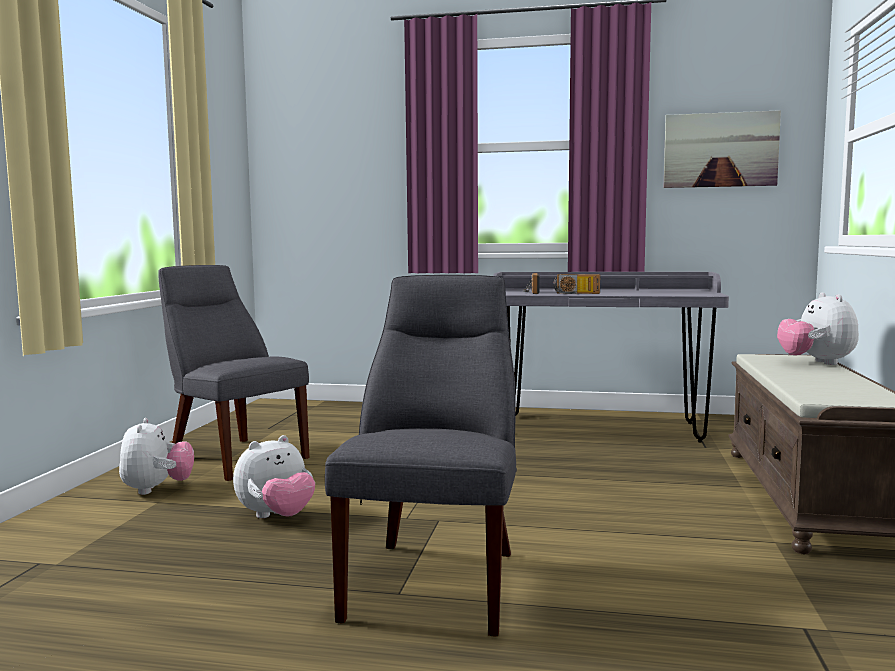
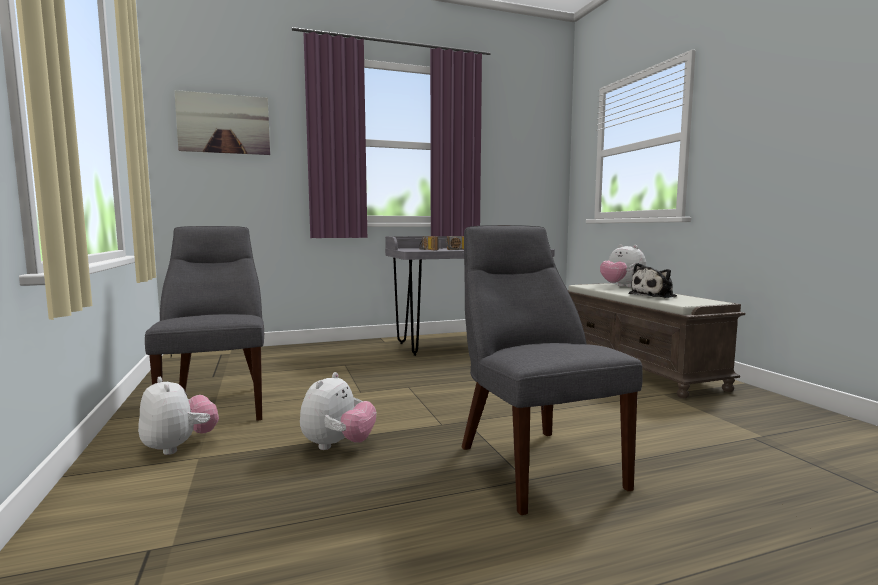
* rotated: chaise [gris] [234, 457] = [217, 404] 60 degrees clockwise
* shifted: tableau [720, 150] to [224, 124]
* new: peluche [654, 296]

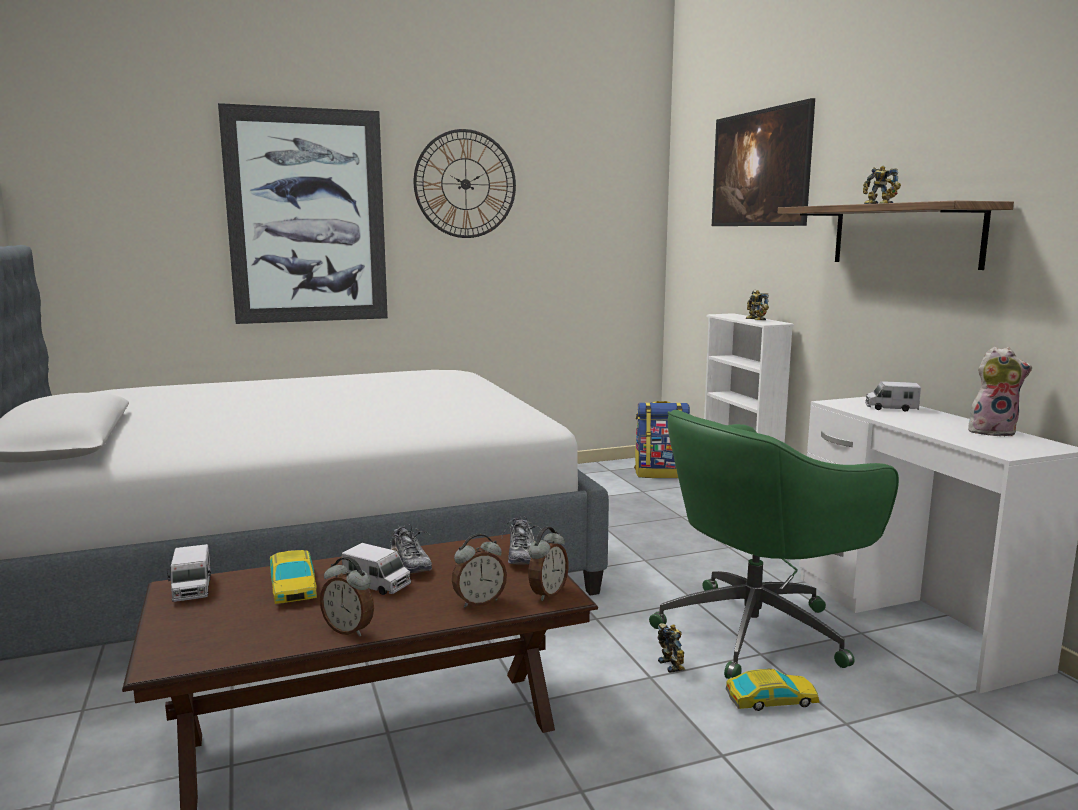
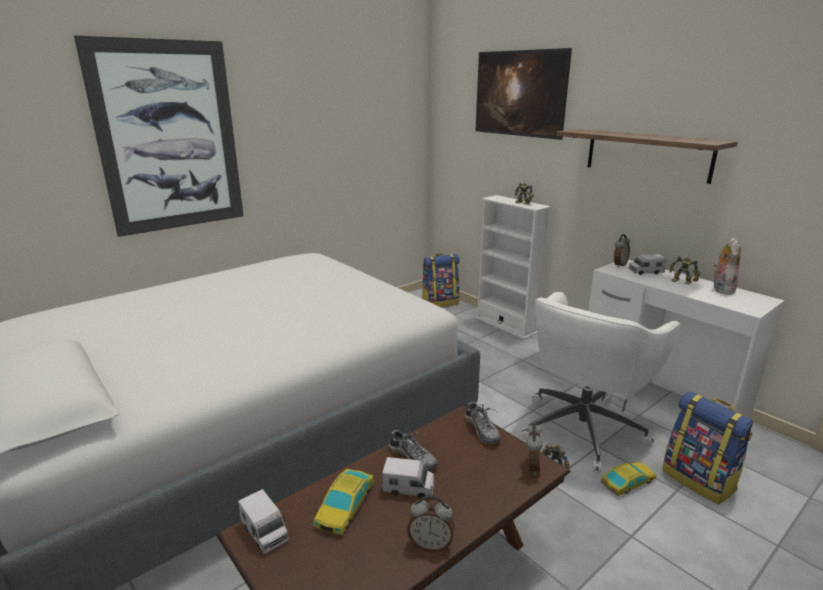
* rotated: petite voiture [293, 586] = [345, 506] 60 degrees clockwise
* repainted: chaise de bureau [vert] [757, 630] to chaise de bureau [blanc] [583, 427]
* shifted: réveil [479, 602] to [619, 265]
* new: sac à dos [699, 480]
* shifted: robot jouet [877, 204] to [681, 282]
* rotated: peluche [992, 431] = [721, 289] 60 degrees counterclockwise
* gone: horloge murale [465, 184]

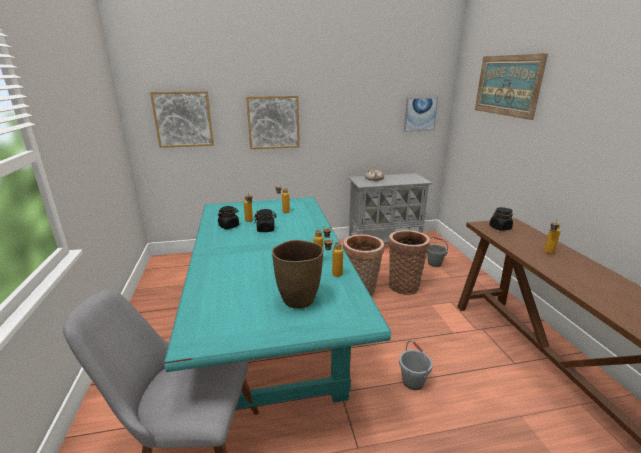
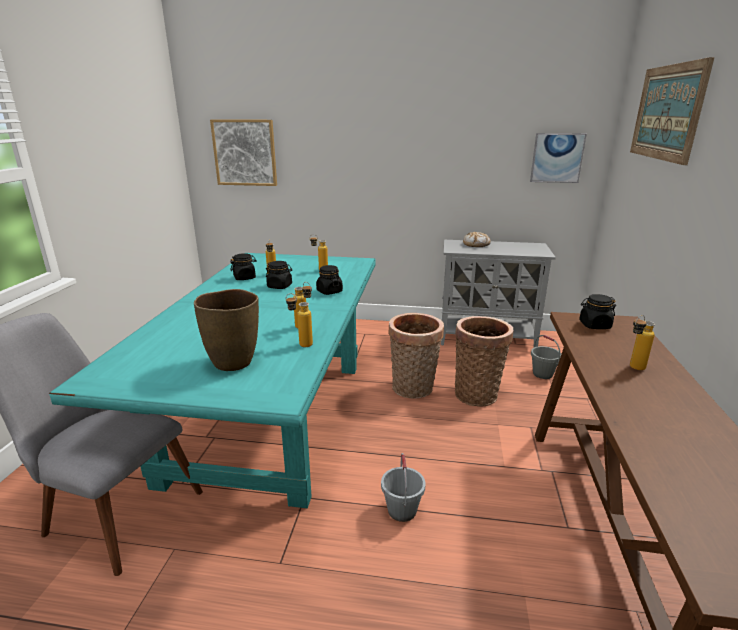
* new: bocal [noir] [329, 291]
* gone: tableau [273, 122]

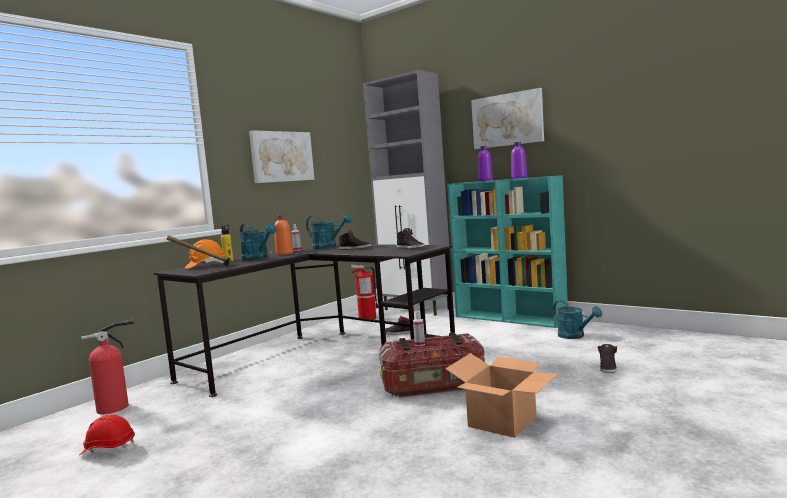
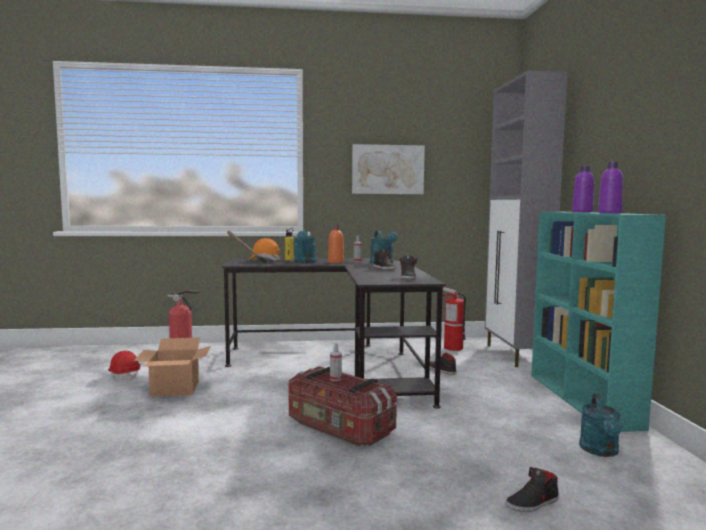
* shifted: carton [502, 421] to [176, 388]
* gone: tableau [507, 120]

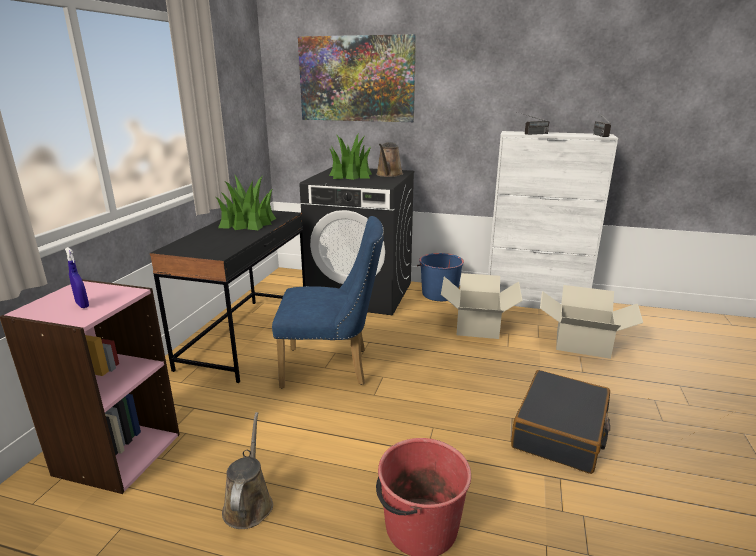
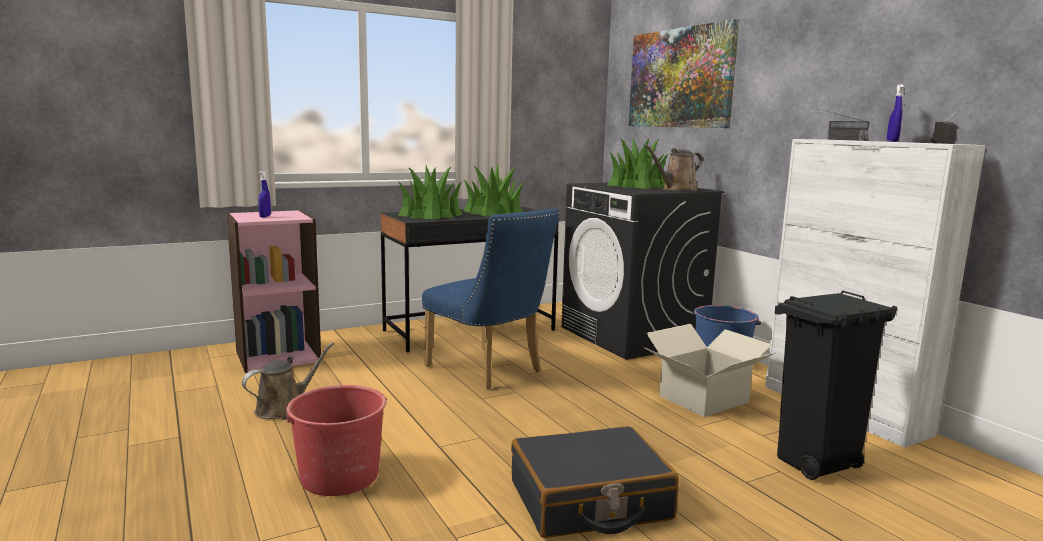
* new: plante en pot [430, 215]
* swapped: carton [582, 344] to poubelle [noir] [815, 465]
* new: vaporisateur [bleu] [892, 141]

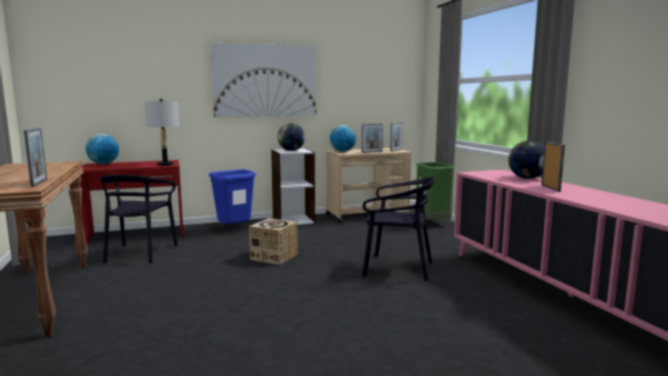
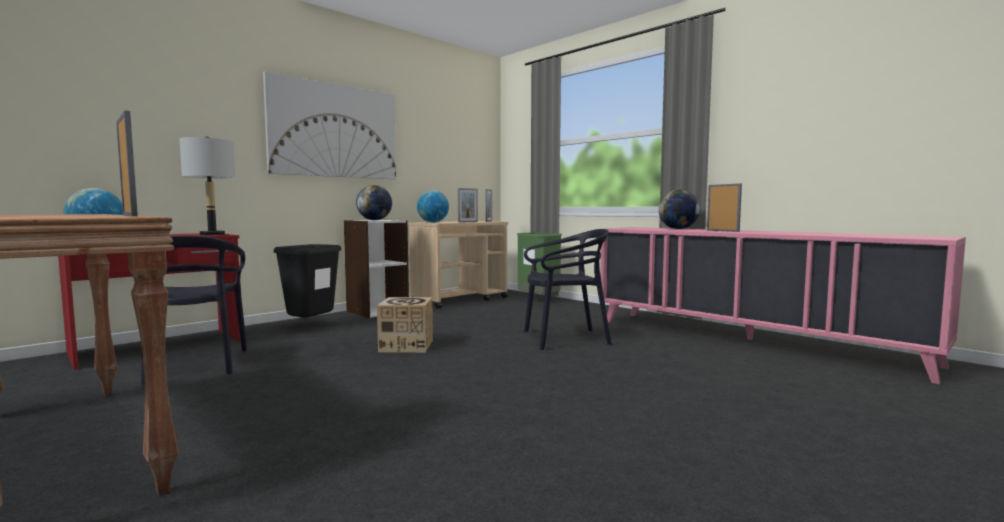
* repainted: poubelle [bleu] [235, 230] to poubelle [noir] [311, 327]

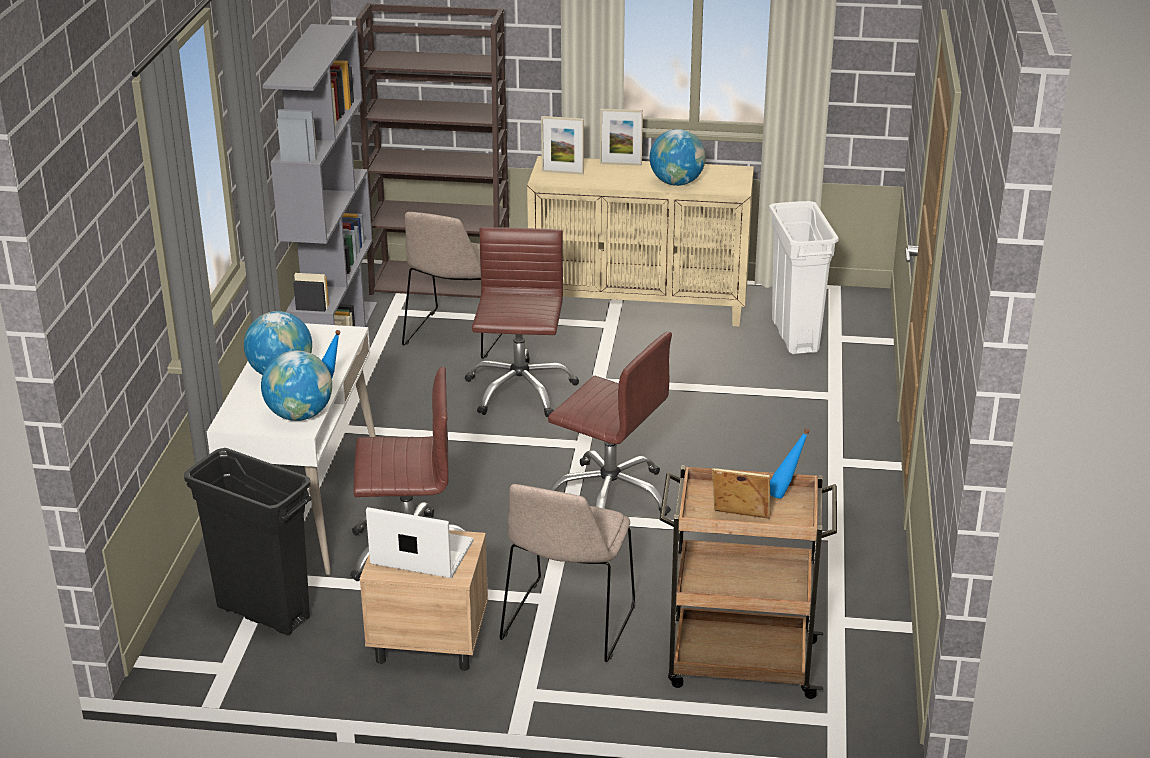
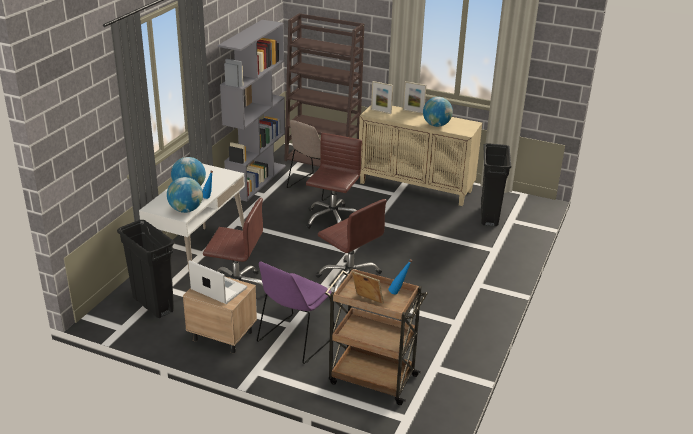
* repainted: chaise [beige] [567, 625] to chaise [violet] [294, 341]
* repainted: poubelle [blanc] [795, 336] to poubelle [noir] [489, 216]

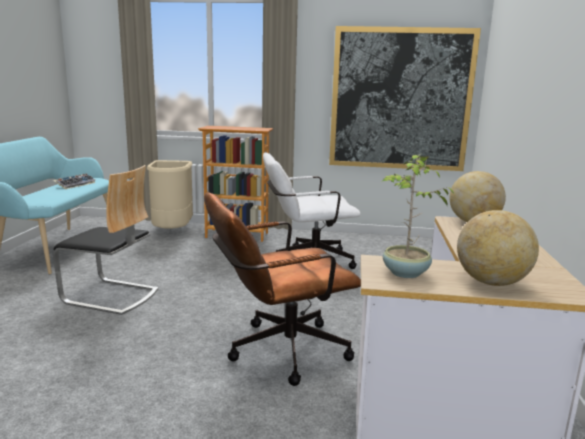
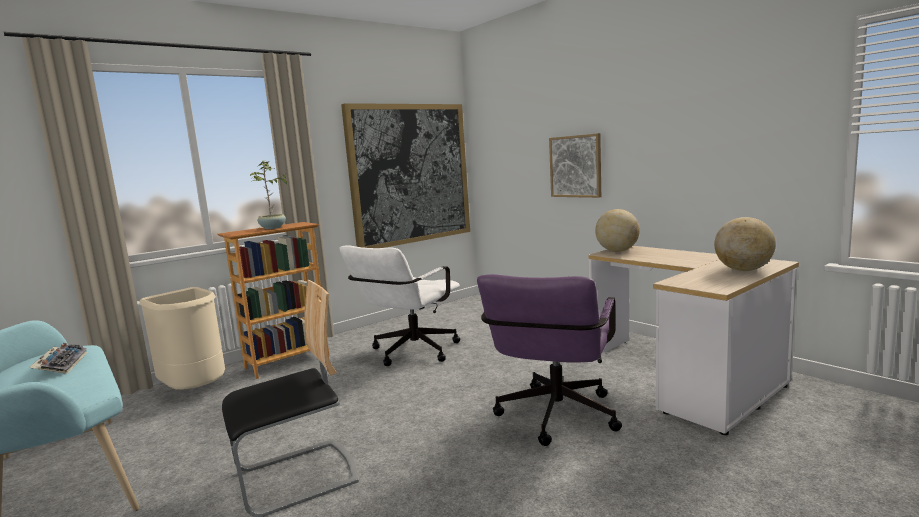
* shifted: plante en pot [405, 273] to [272, 228]
* repainted: chaise de bureau [marron] [278, 351] to chaise de bureau [violet] [554, 420]
* new: tableau [575, 166]

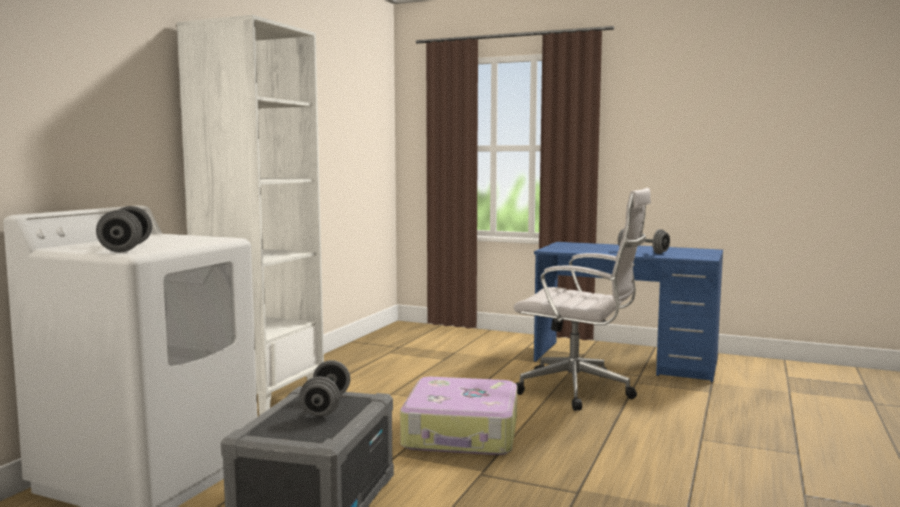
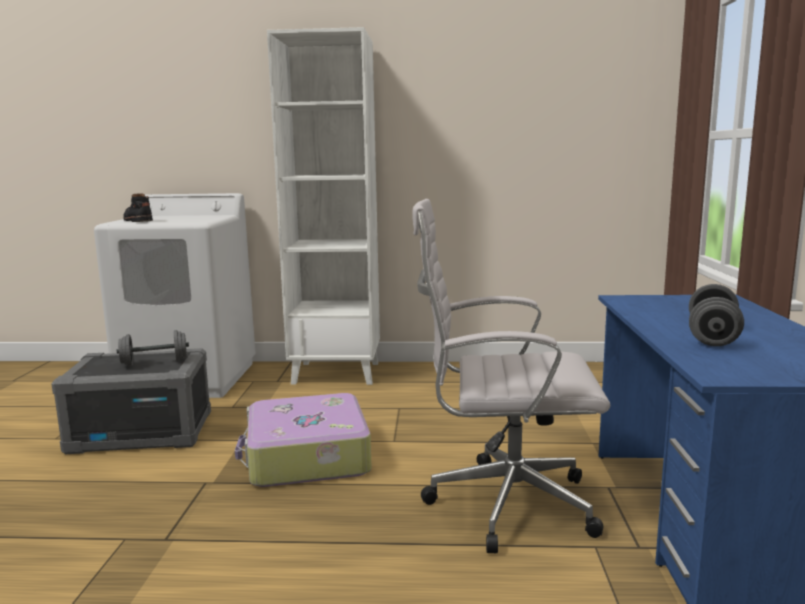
* swapped: haltère [gris] [126, 248] to botte [noir] [137, 220]
* rotated: chaise de bureau [blanc] [580, 391] = [503, 504] 90 degrees clockwise

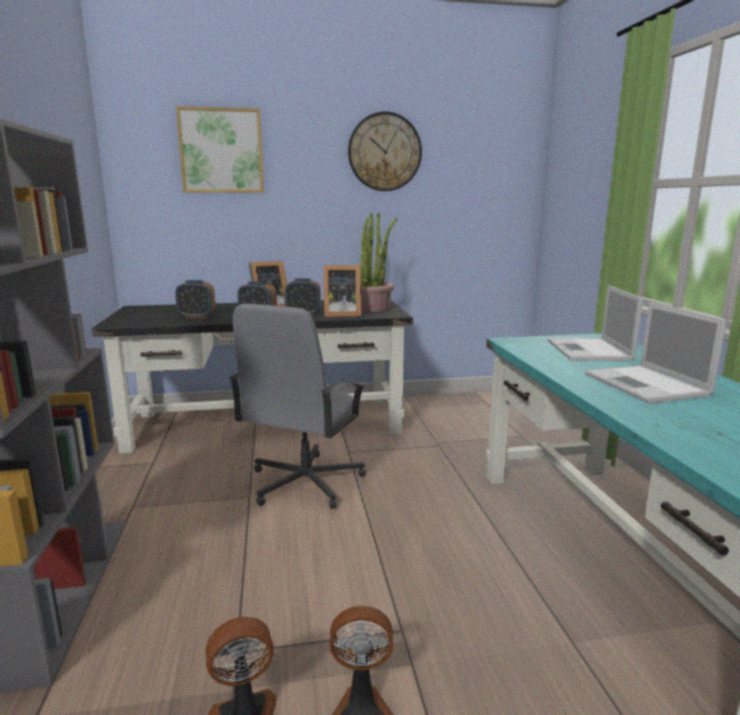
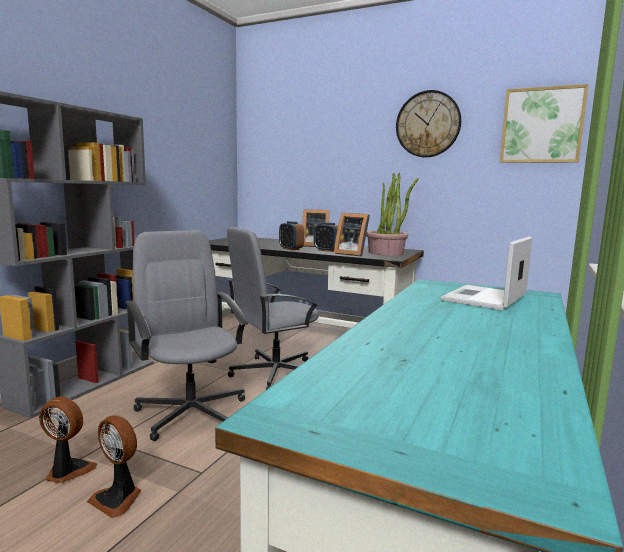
* new: chaise de bureau [gris] [191, 412]
* shifted: tableau [221, 151] to [541, 125]
* gone: réveil [197, 316]
* gone: ordinateur portable [647, 385]

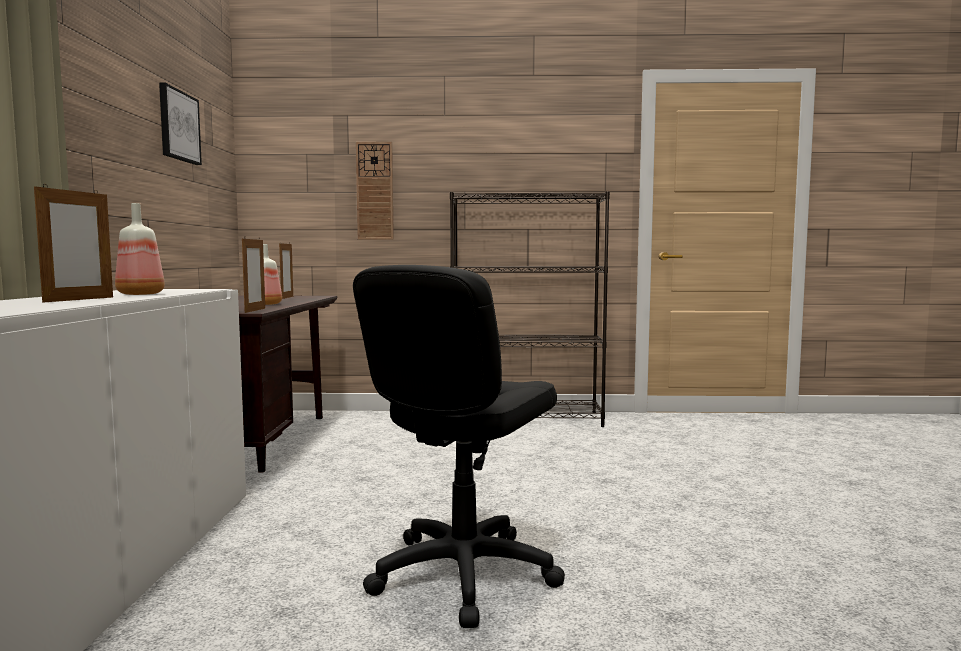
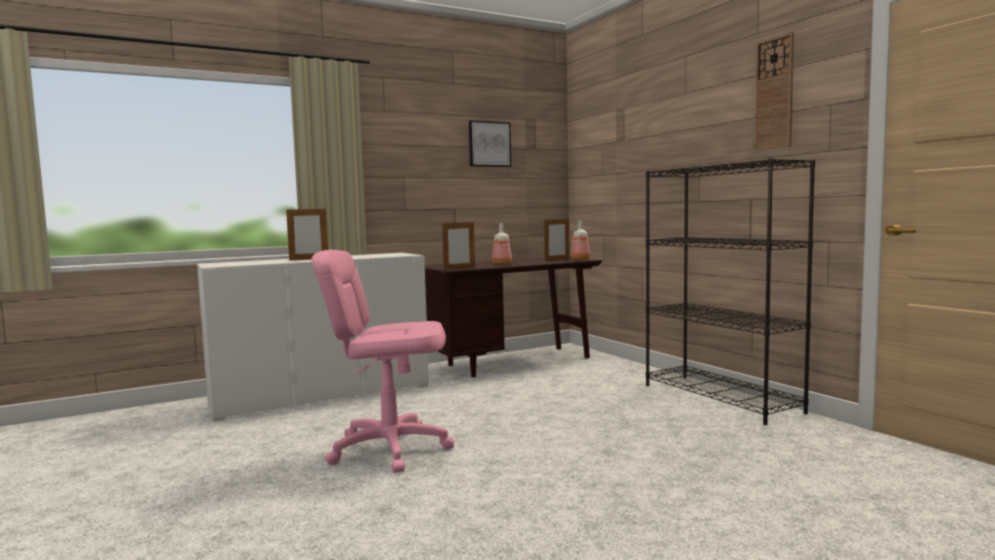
* repainted: chaise de bureau [noir] [462, 574] to chaise de bureau [rose] [390, 448]
* shifted: bouteille [139, 294] to [580, 259]
* shifted: horloge murale [375, 191] to [774, 93]

